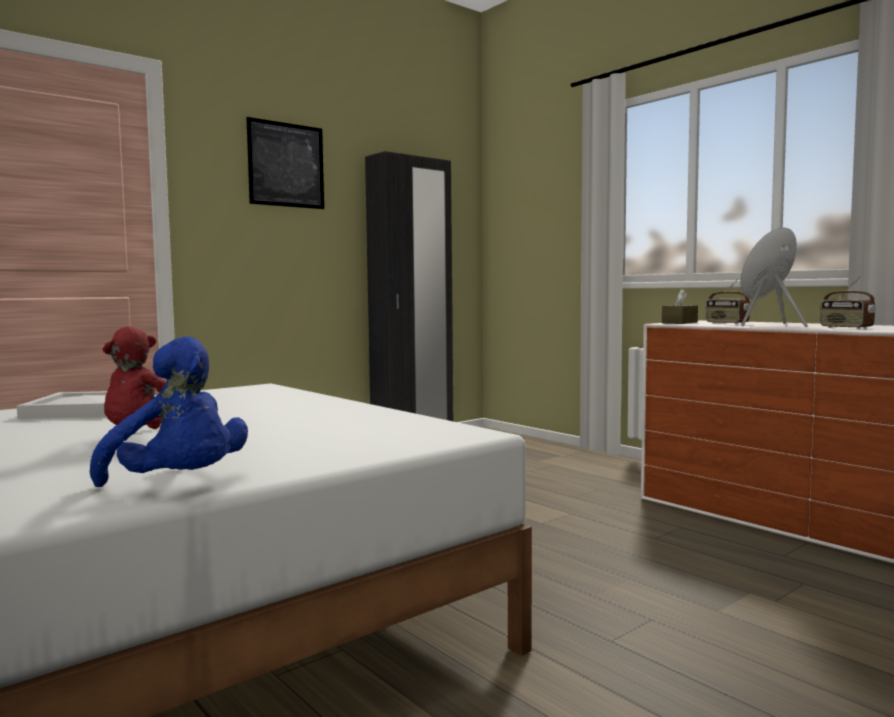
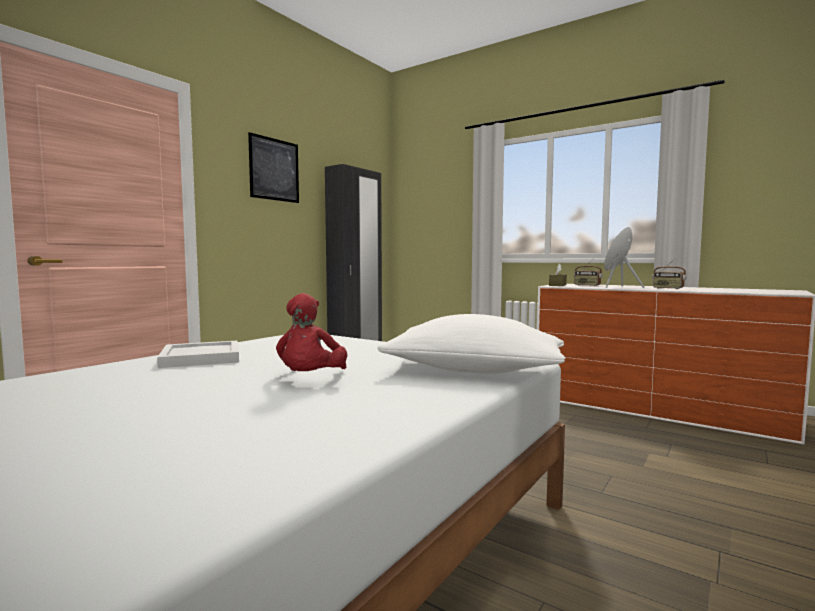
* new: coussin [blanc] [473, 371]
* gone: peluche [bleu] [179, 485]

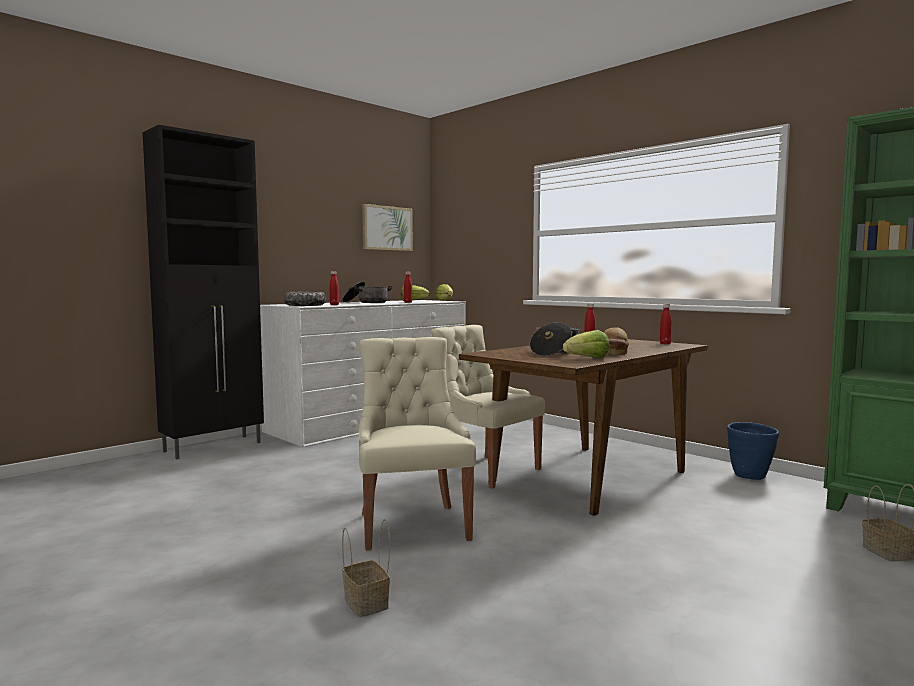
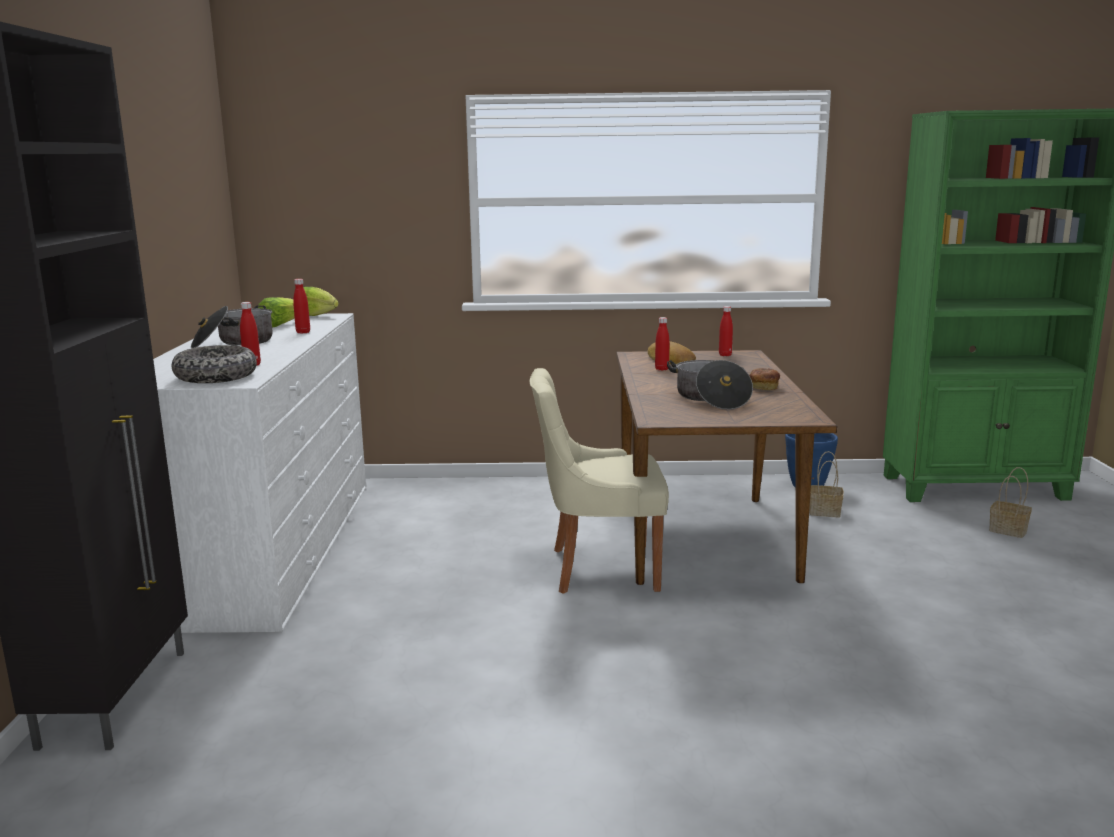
* shifted: panier [367, 604] to [826, 512]
* gone: chaise [beige] [412, 524]
* gone: tableau [387, 228]
* gone: laitue [588, 358]

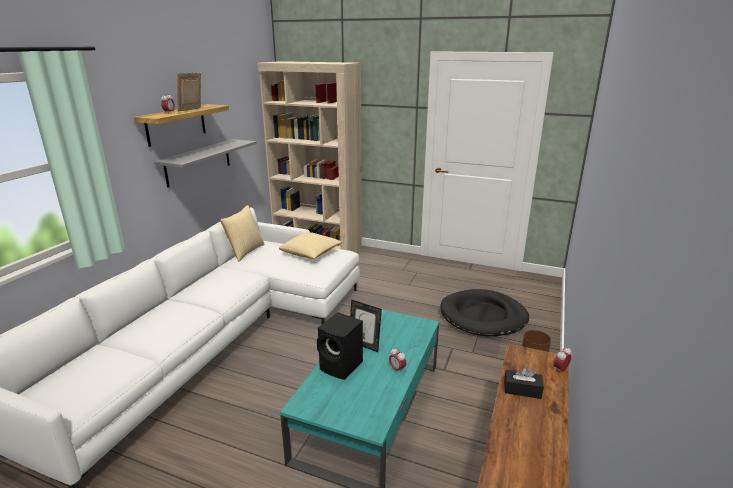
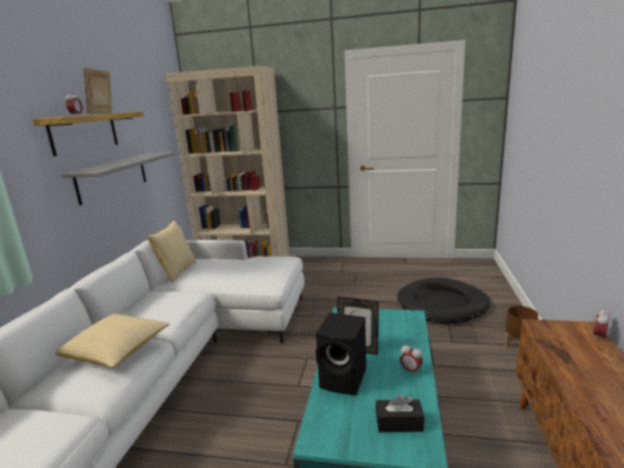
* shifted: coussin [311, 254] to [117, 351]
* shifted: boîte à mouchoirs [noir] [522, 390] to [399, 423]

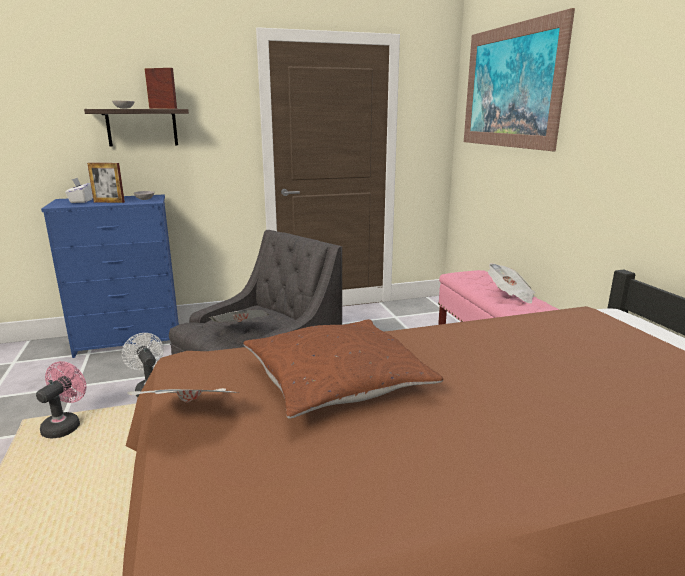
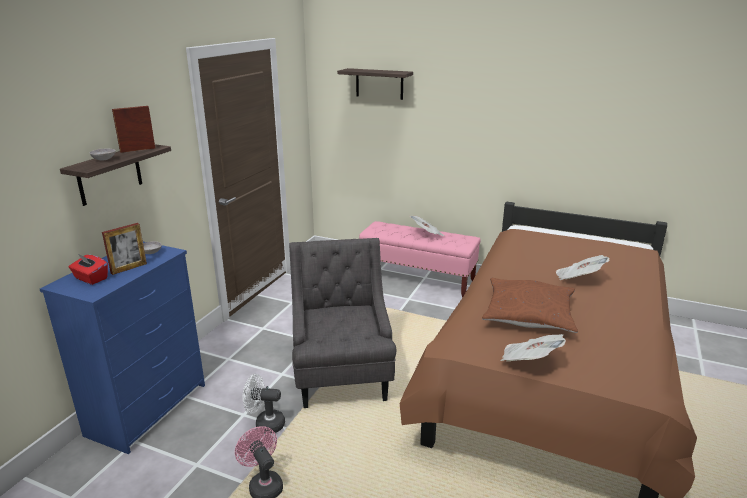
* repainted: boîte à mouchoirs [blanc] [81, 201] to boîte à mouchoirs [rouge] [90, 278]
* swapped: tableau [510, 87] to étagère [379, 84]
* shifted: journal [240, 331] to [578, 279]

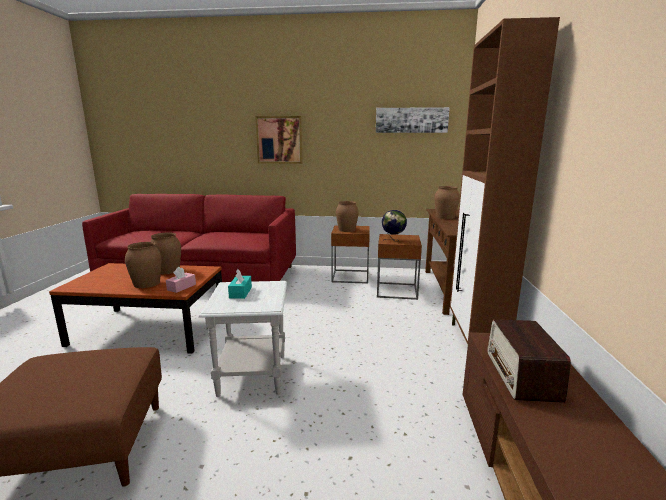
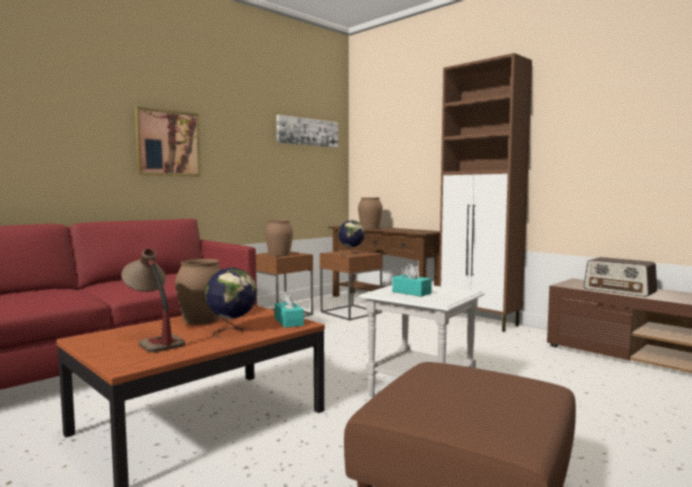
* new: lampe de table [153, 340]
* swapped: vase [marron] [147, 283] to globe [232, 331]
* repainted: boîte à mouchoirs [rose] [181, 287] to boîte à mouchoirs [turquoise] [289, 322]

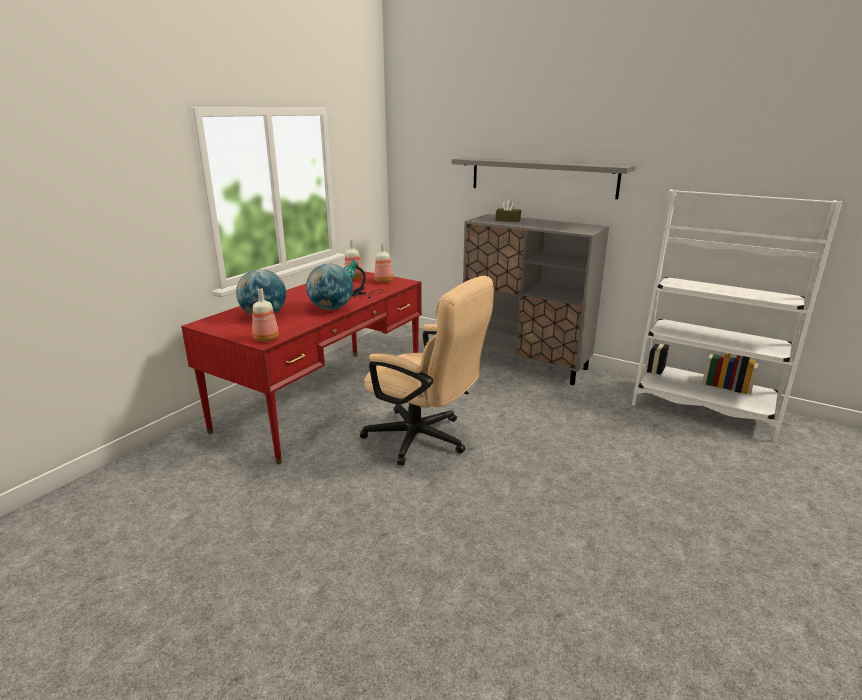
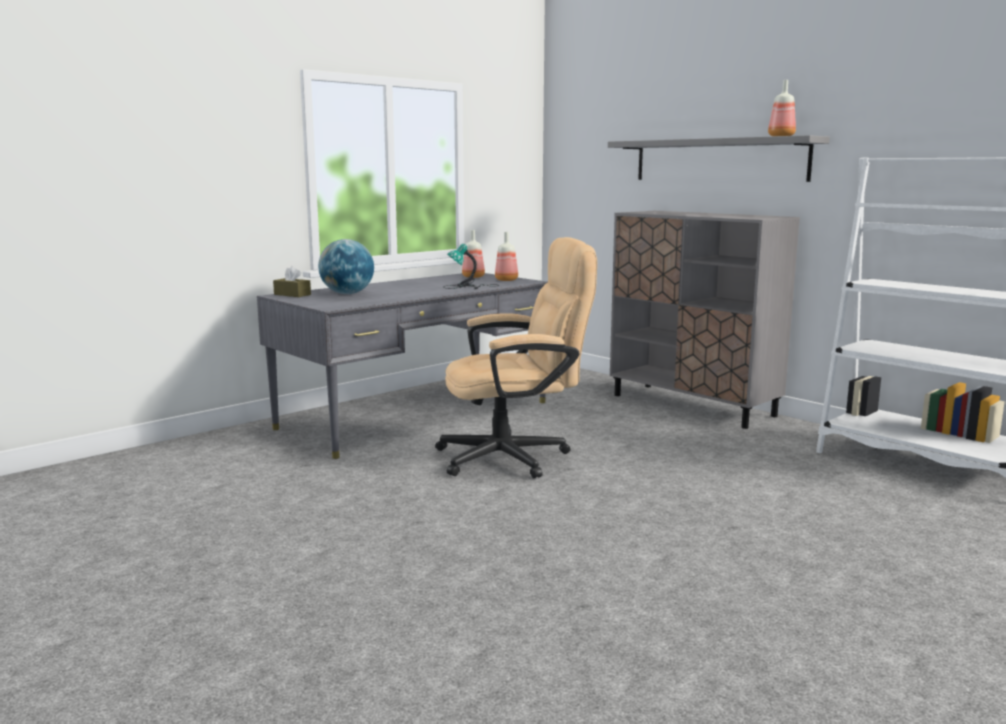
* repainted: bureau [rouge] [323, 399] to bureau [gris] [416, 415]
* shifted: boîte à mouchoirs [marron] [508, 220] to [292, 294]
* rotated: chaise de bureau [beige] [425, 440] = [515, 456] 60 degrees counterclockwise
* shifted: bouteille [265, 338] to [780, 136]
* gone: globe [331, 308]

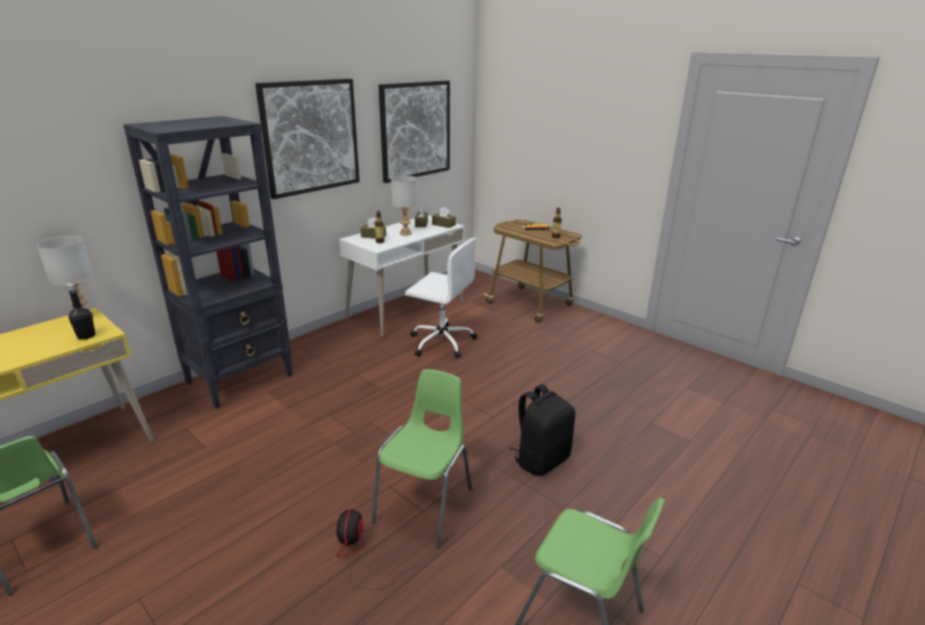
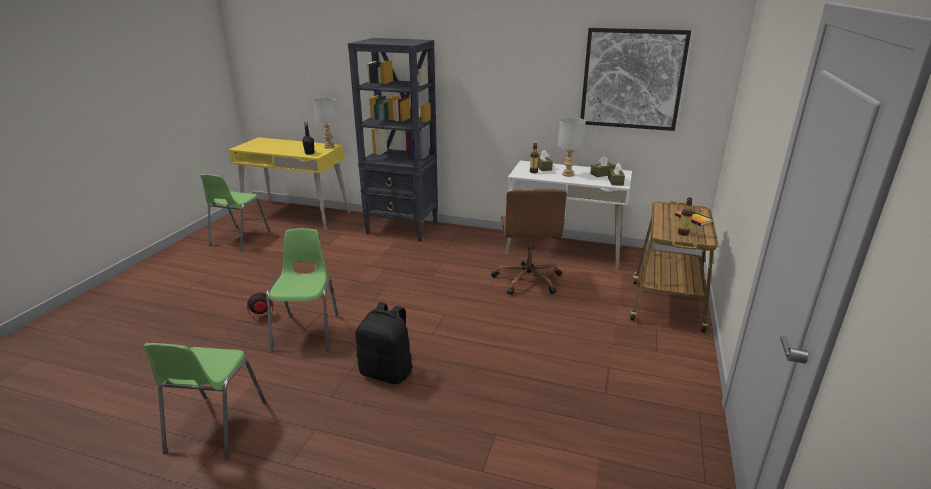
* rotated: chaise [vert] [425, 505] = [307, 332] 90 degrees counterclockwise
* repainted: chaise de bureau [blanc] [441, 342] to chaise de bureau [marron] [527, 280]
* gone: tableau [311, 137]

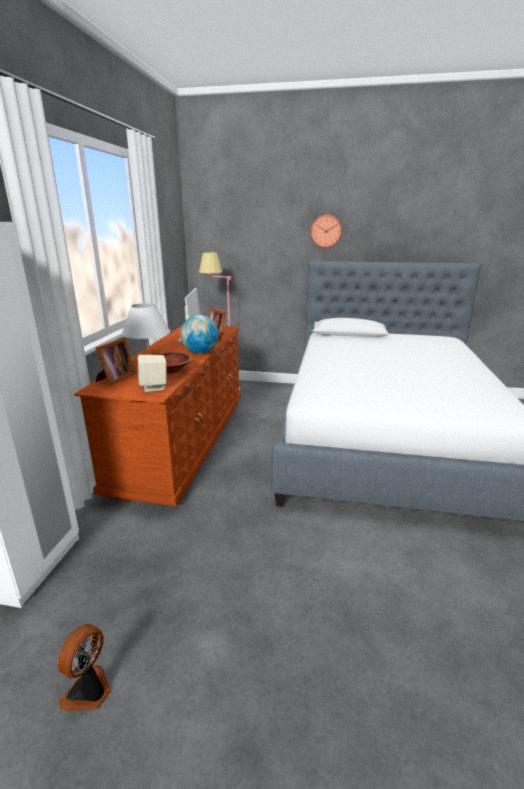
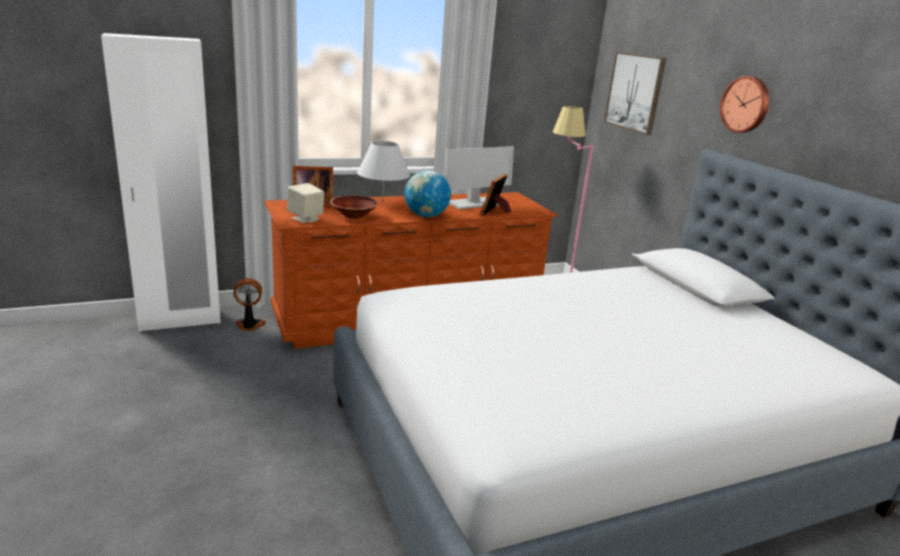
* shifted: ventilateur [89, 692] to [249, 325]
* new: tableau [635, 92]

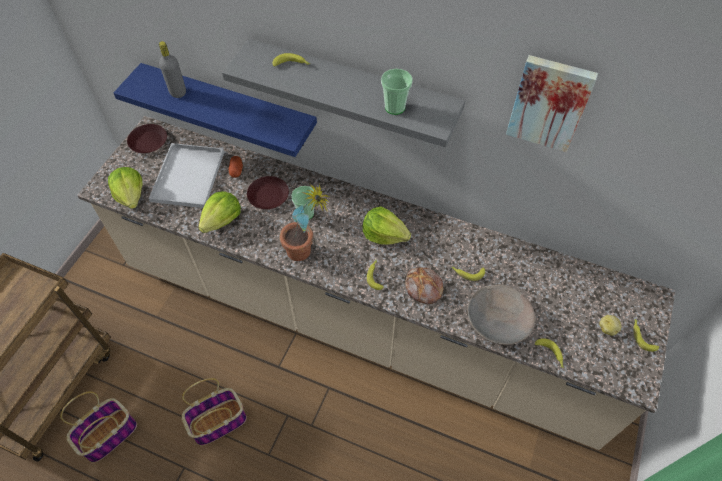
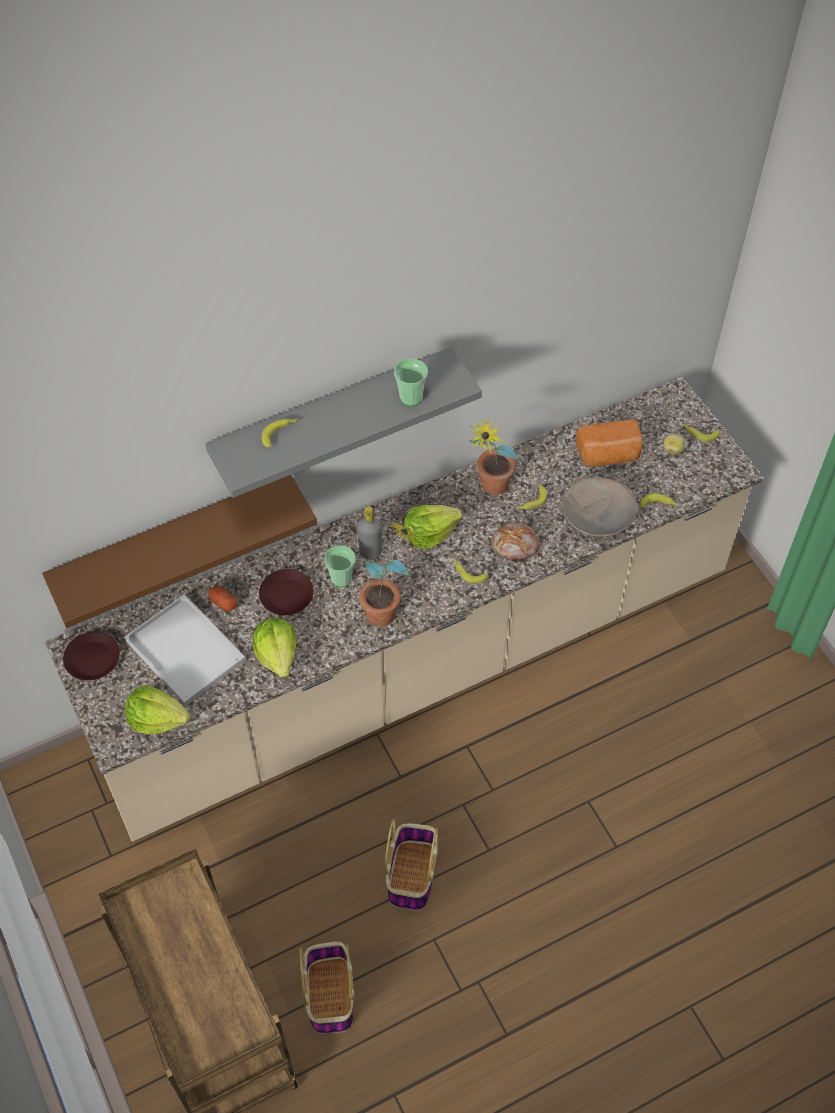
* repainted: étagère [bleu] [229, 106] to étagère [marron] [173, 539]
* shifted: bouteille [gris] [178, 92] to [370, 552]
* new: plante en pot [490, 490]
* new: pain [608, 455]
* gone: tableau [549, 102]

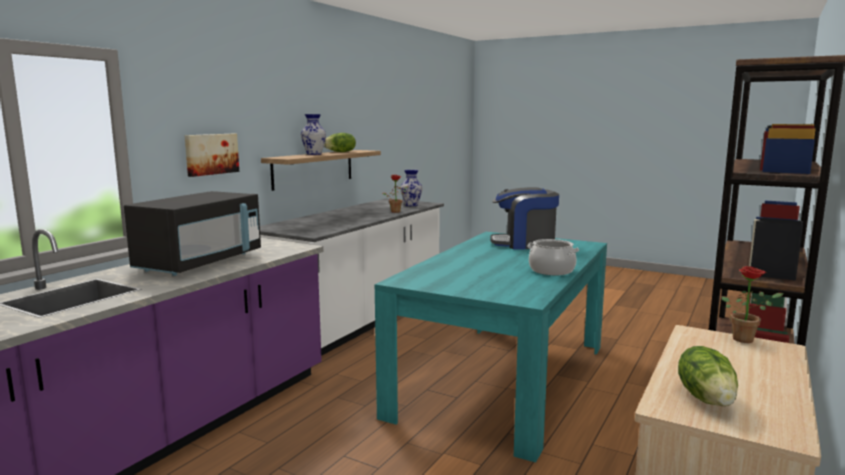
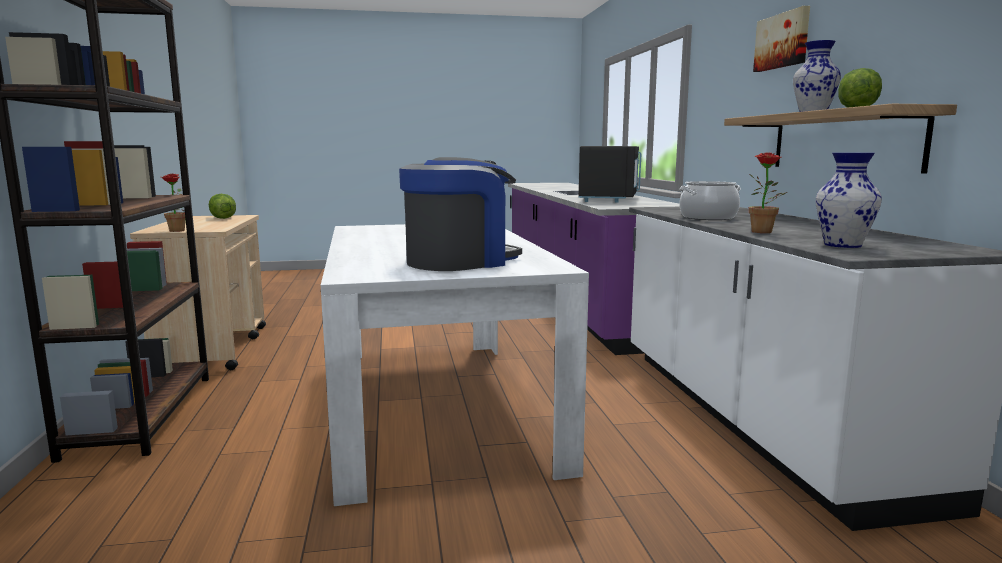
* repainted: table à manger [turquoise] [503, 379] to table à manger [blanc] [435, 404]
* rotated: micro-ondes [noir] [200, 263] = [609, 199] 150 degrees counterclockwise
* shifted: marmite [551, 271] to [708, 217]
* shifted: tableau [211, 154] to [783, 41]

